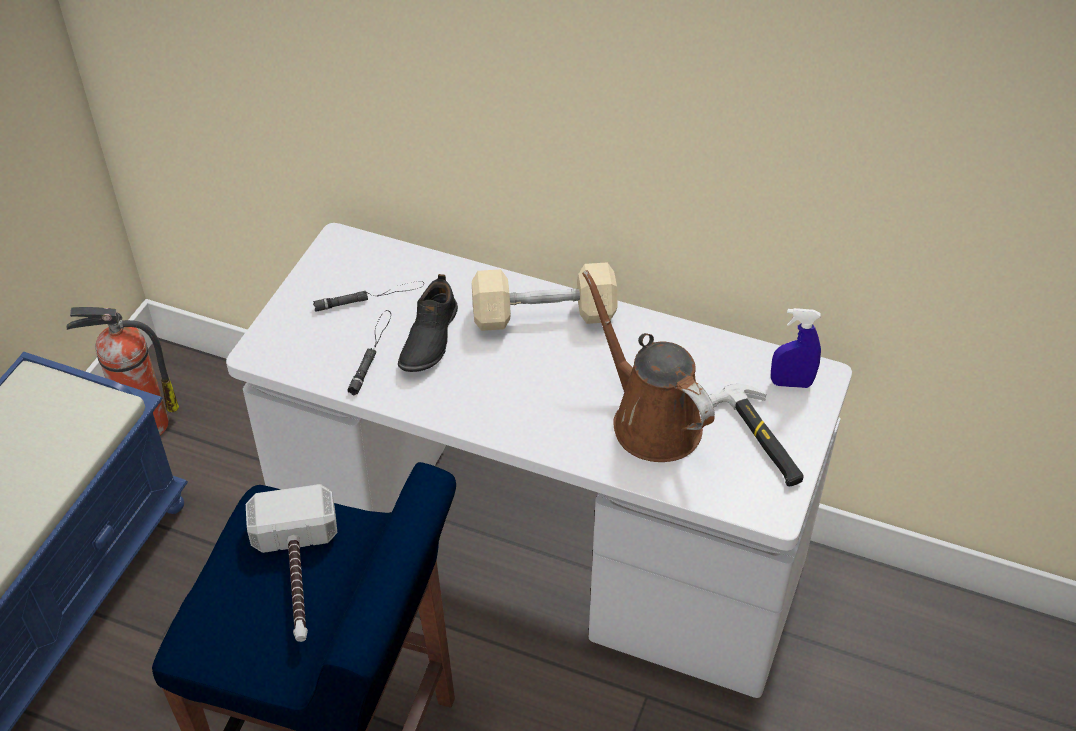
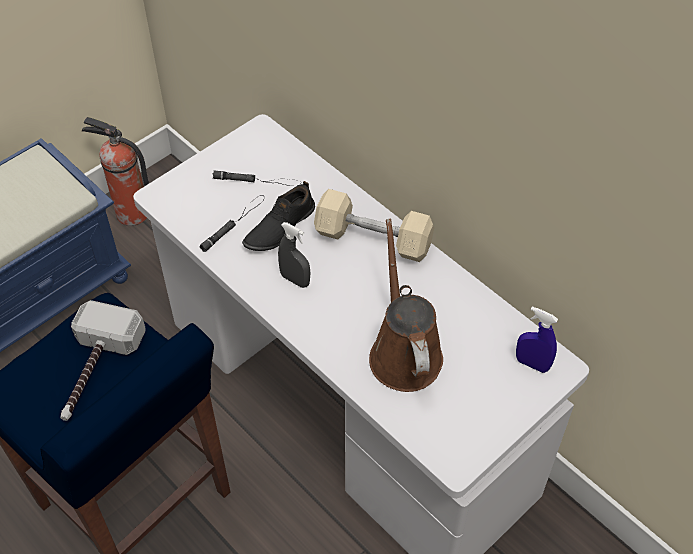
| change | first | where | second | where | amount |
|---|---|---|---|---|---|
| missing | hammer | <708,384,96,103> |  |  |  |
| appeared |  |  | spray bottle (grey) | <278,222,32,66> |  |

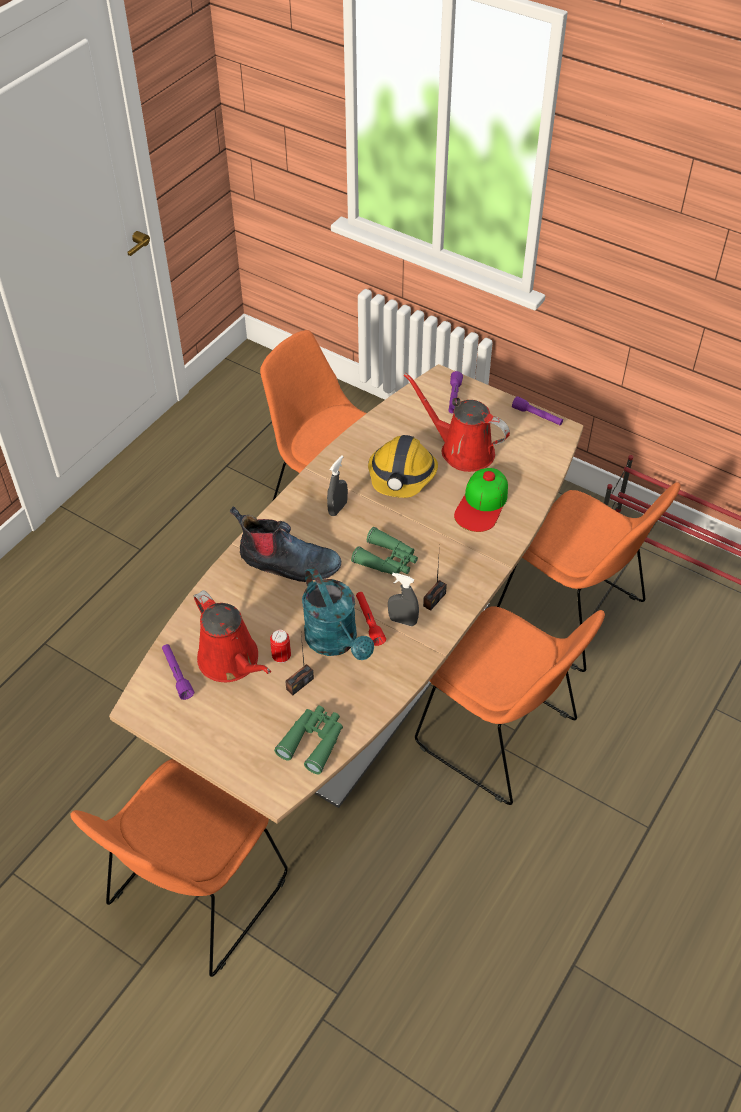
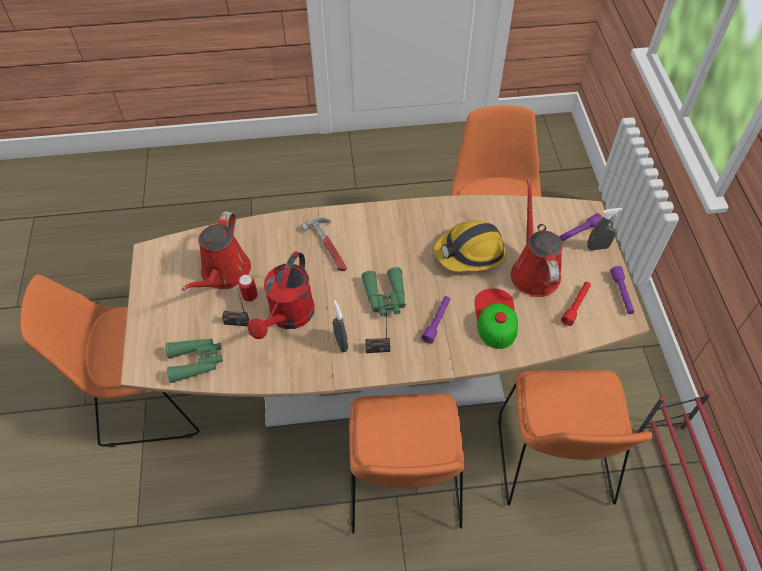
| change | first | where | second | where | amount |
|---|---|---|---|---|---|
| relocated | flashlight (purple) | <162,644,32,56> |  | <421,296,29,48> |  |
| relocated | spray bottle (grey) | <327,455,21,61> |  | <587,208,36,42> |  |
| relocated | flashlight (red) | <356,592,30,54> |  | <561,282,30,44> |  |
| exchanged | boot | <230,506,111,76> | hammer | <301,217,46,54> |  |
| colour | watering can (turquoise) | <302,567,72,93> | watering can (red) | <247,251,68,88> |  |
| spun | cap | <454,468,54,64> |  | <474,288,44,61> | 105 degrees clockwise |

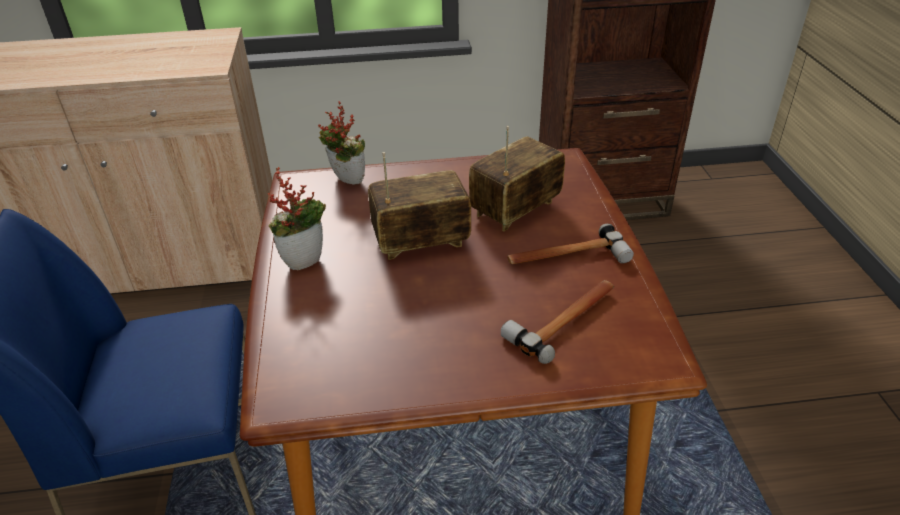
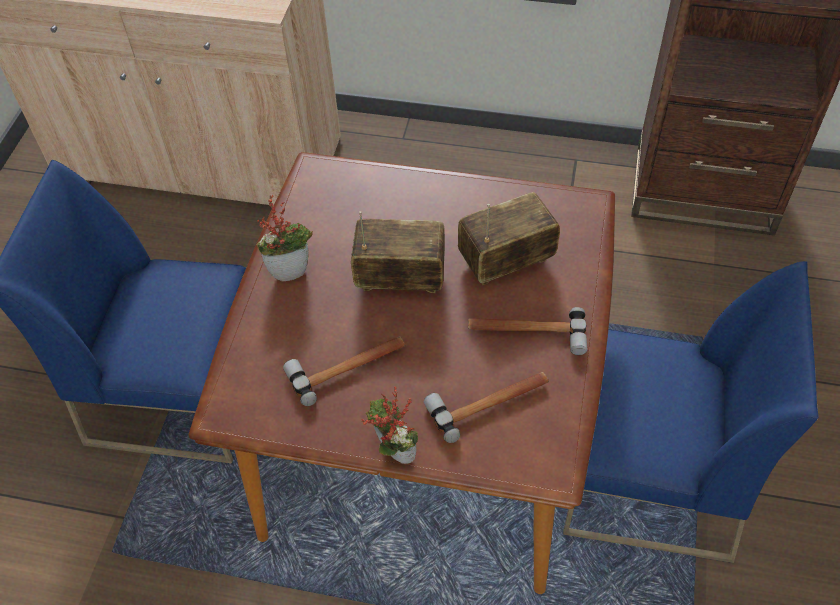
| change | first | where | second | where | amount |
|---|---|---|---|---|---|
| appeared |  |  | hammer | <283,336,122,70> |  |
| appeared |  |  | chair (blue) | <563,261,255,302> |  |
| relocated | potted plant | <318,101,47,84> |  | <361,386,57,78> |  |

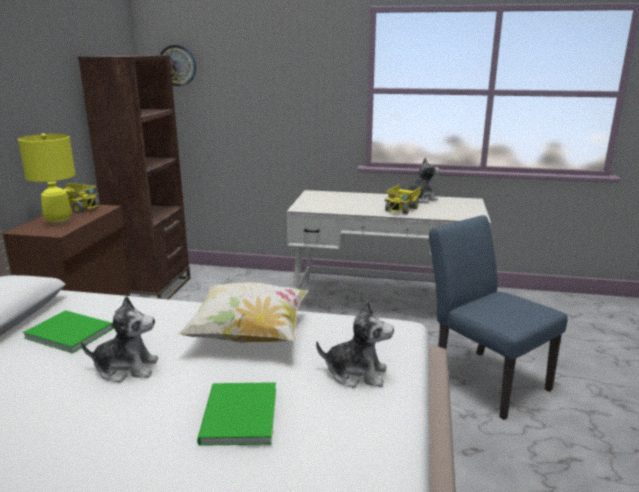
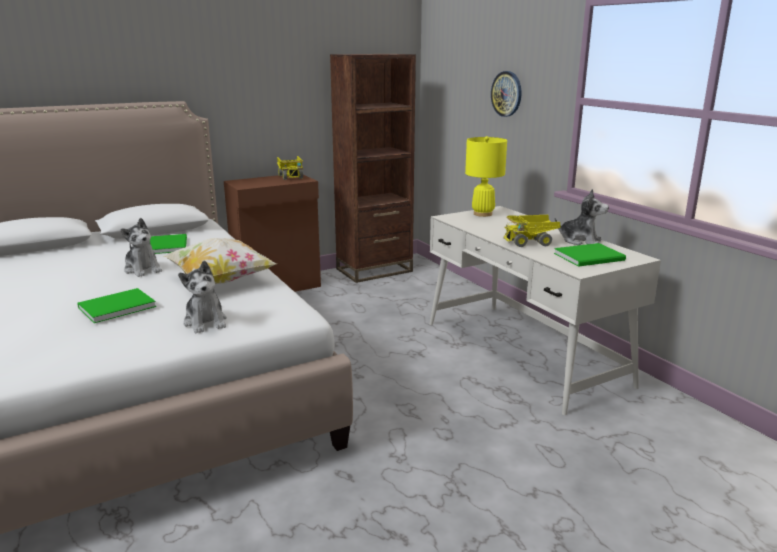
| change | first | where | second | where | amount |
|---|---|---|---|---|---|
| missing | chair (blue) | <429,215,139,205> |  |  |  |
| appeared |  |  | book (green) | <554,243,72,24> |  |
| relocated | table lamp (yellow) | <18,133,57,92> |  | <465,136,42,81> |  |
| relocated | wall clock | <160,45,36,41> |  | <491,71,30,46> |  |

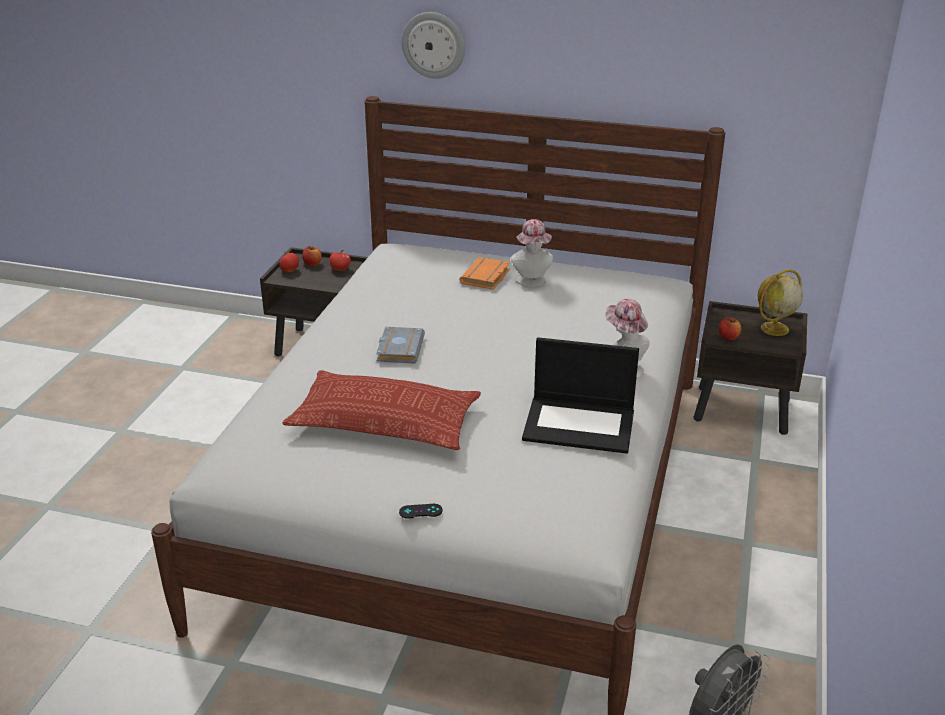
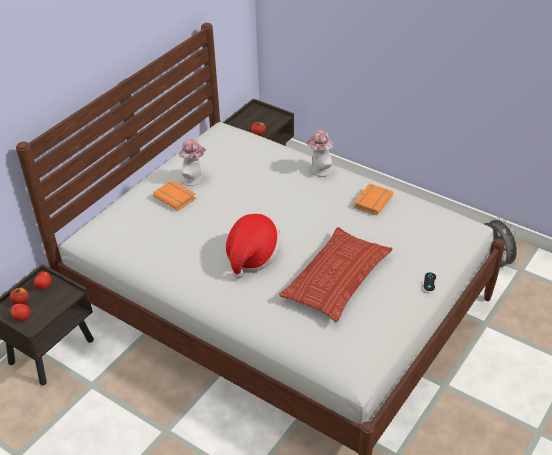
| change | first | where | second | where | amount |
|---|---|---|---|---|---|
| missing | wall clock | <402,12,63,67> |  |  |  |
| missing | globe | <757,269,46,67> |  |  |  |
| exchanged | book (grey) | <376,327,49,37> | hat | <226,214,55,64> |  |
| exchanged | laptop | <522,337,117,117> | book (orange) | <354,183,39,32> |  |

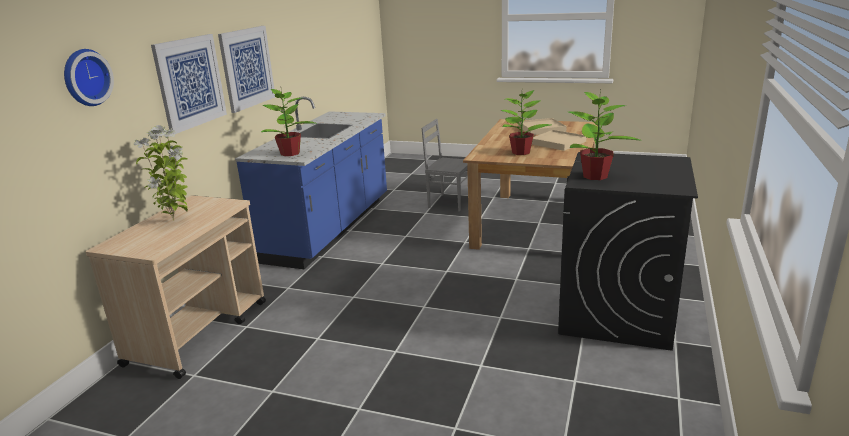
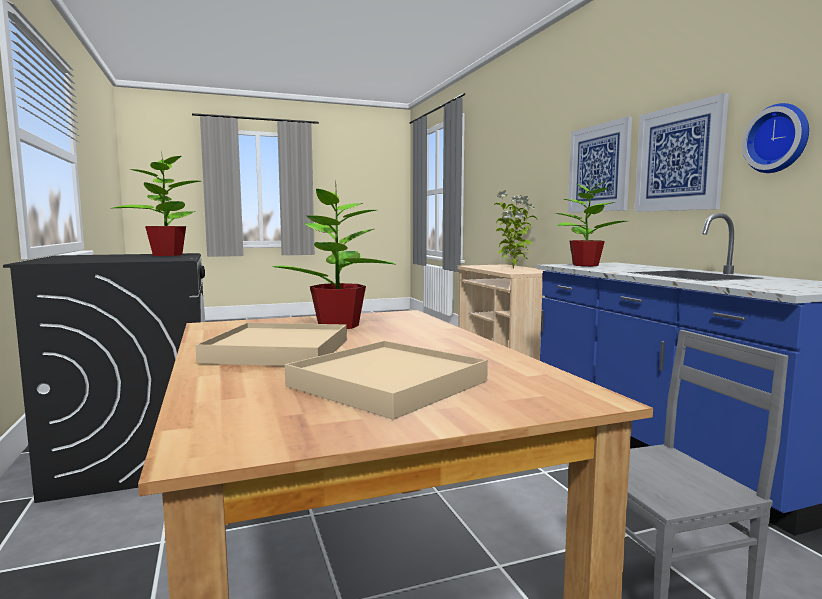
| change | first | where | second | where | amount |
|---|---|---|---|---|---|
| relocated | wall clock | <64,49,50,57> |  | <742,103,67,70> |  |

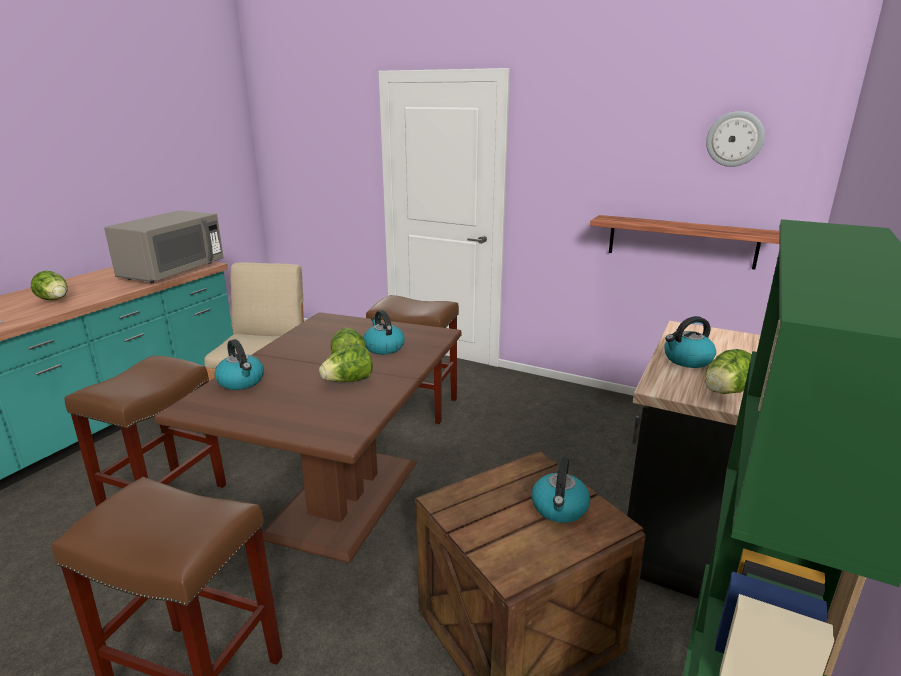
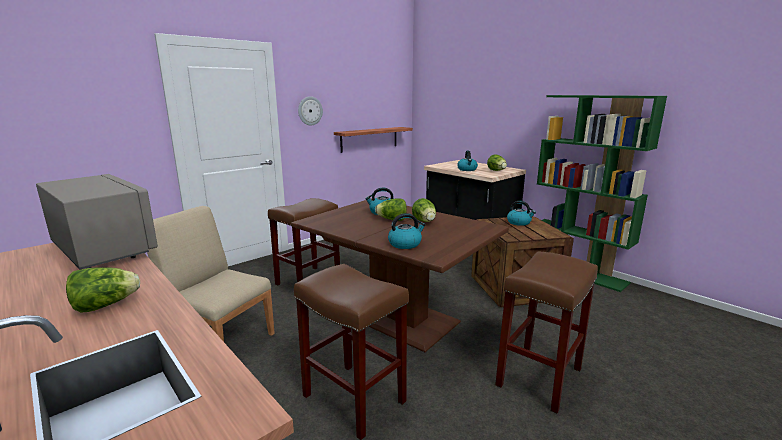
| change | first | where | second | where | amount |
|---|---|---|---|---|---|
| relocated | wall clock | <706,111,59,56> |  | <298,96,25,30> |  |

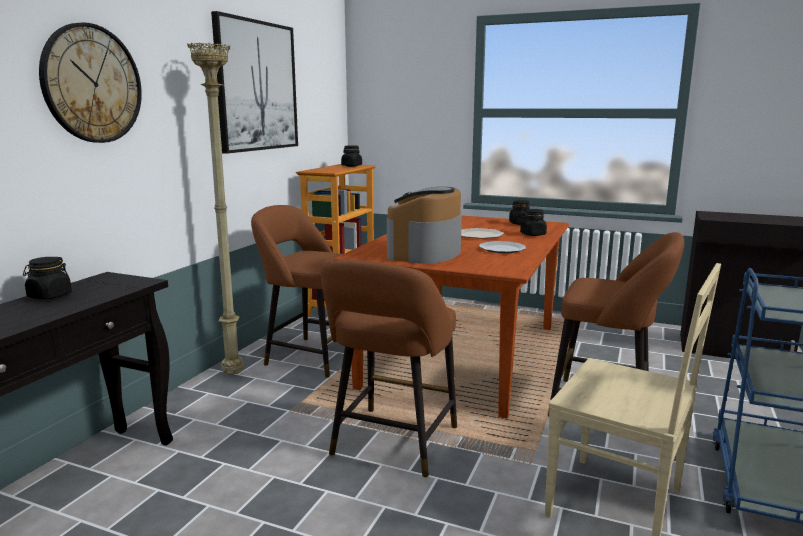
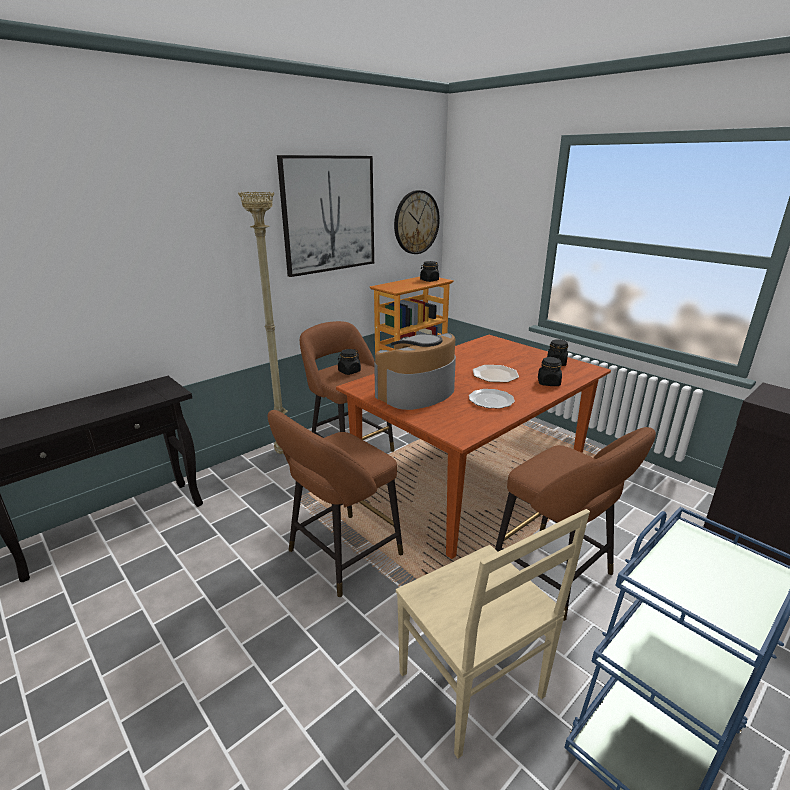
| change | first | where | second | where | amount |
|---|---|---|---|---|---|
| relocated | jar (black) | <23,257,49,43> |  | <338,349,23,26> |  |
| relocated | wall clock | <39,22,103,121> |  | <394,190,46,64> |  |

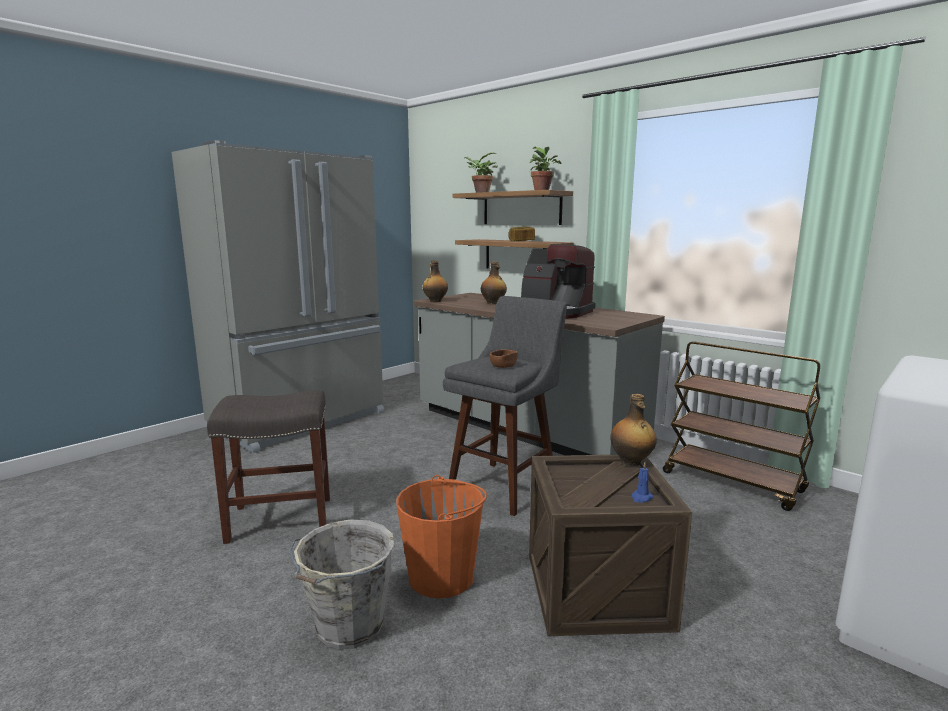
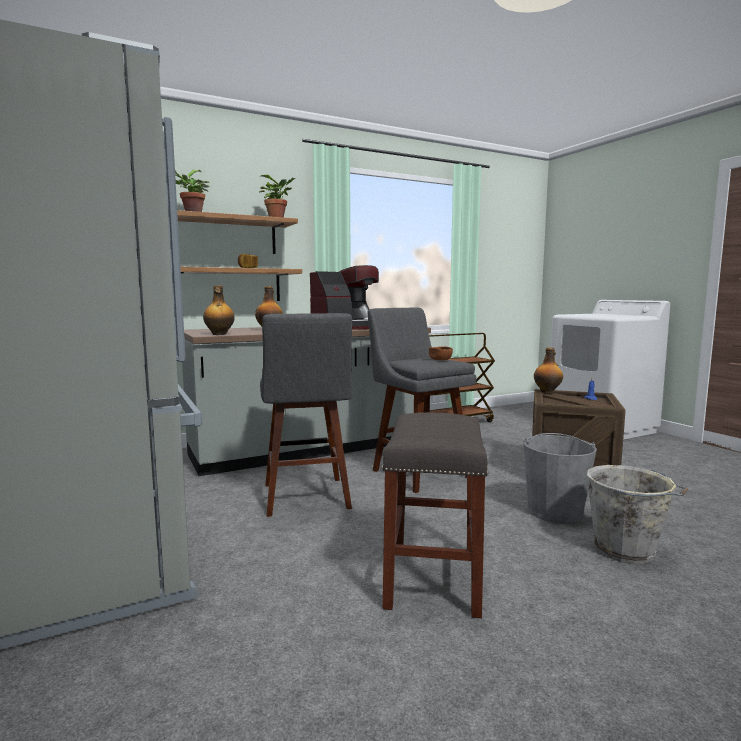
| change | first | where | second | where | amount |
|---|---|---|---|---|---|
| appeared |  |  | stool (grey) | <260,313,92,204> |  |
| colour | bucket (orange) | <396,475,91,123> | bucket (grey) | <523,433,74,91> |  |

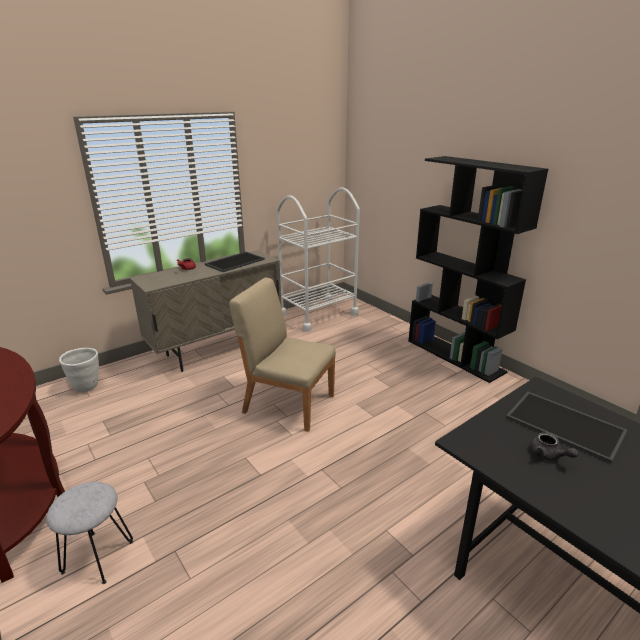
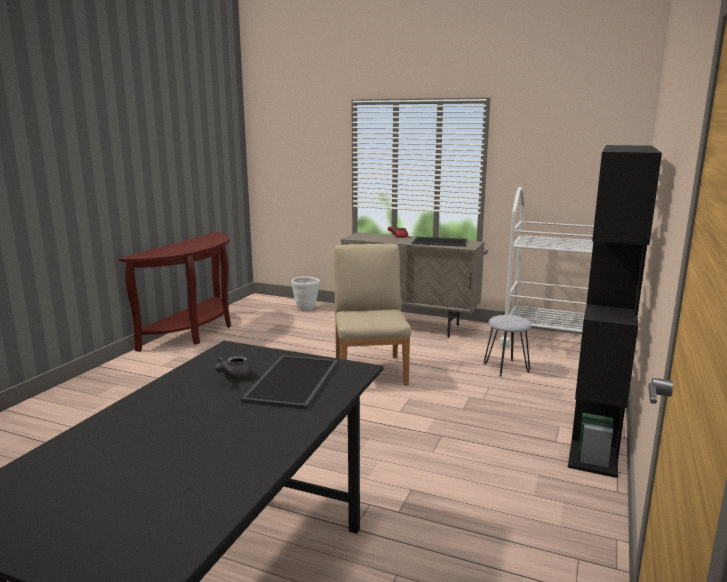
| change | first | where | second | where | amount |
|---|---|---|---|---|---|
| relocated | stool (grey) | <46,482,87,102> |  | <484,315,47,62> |  |

